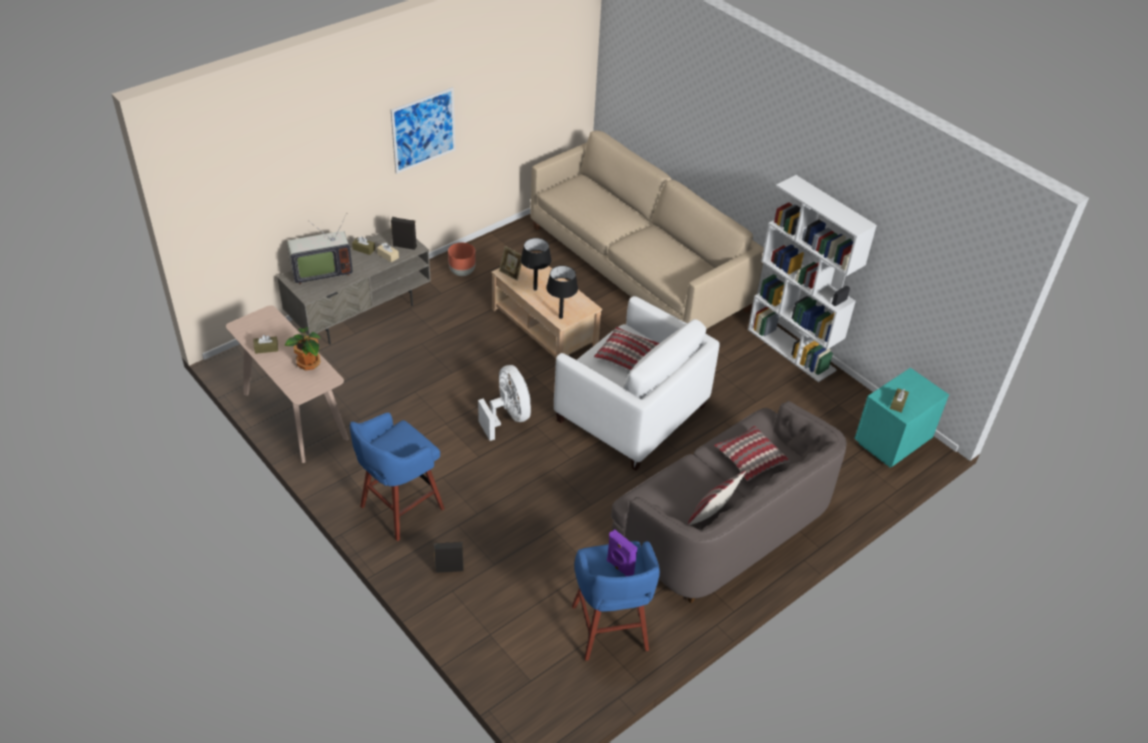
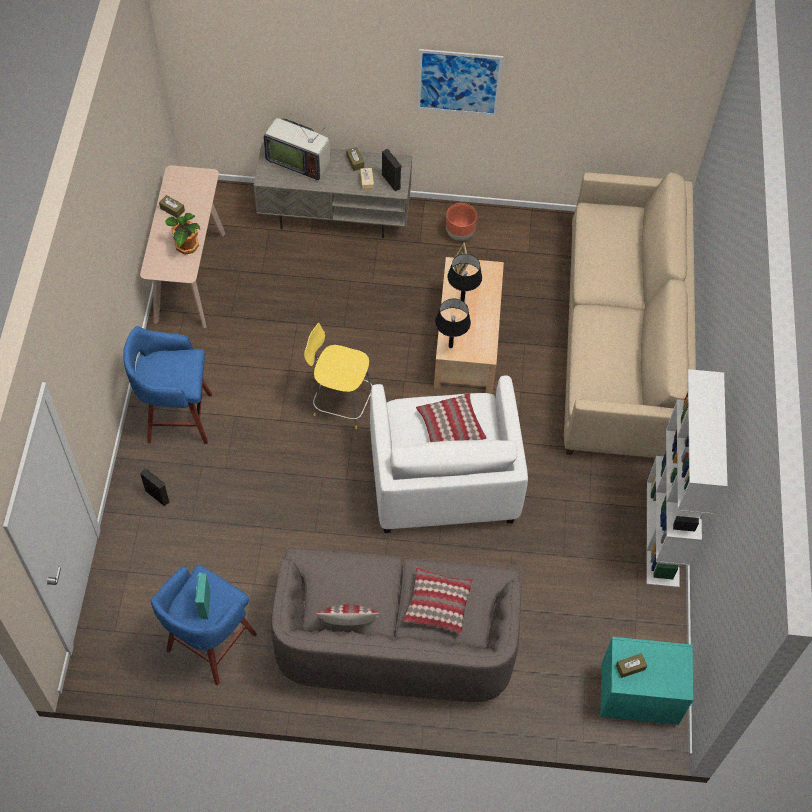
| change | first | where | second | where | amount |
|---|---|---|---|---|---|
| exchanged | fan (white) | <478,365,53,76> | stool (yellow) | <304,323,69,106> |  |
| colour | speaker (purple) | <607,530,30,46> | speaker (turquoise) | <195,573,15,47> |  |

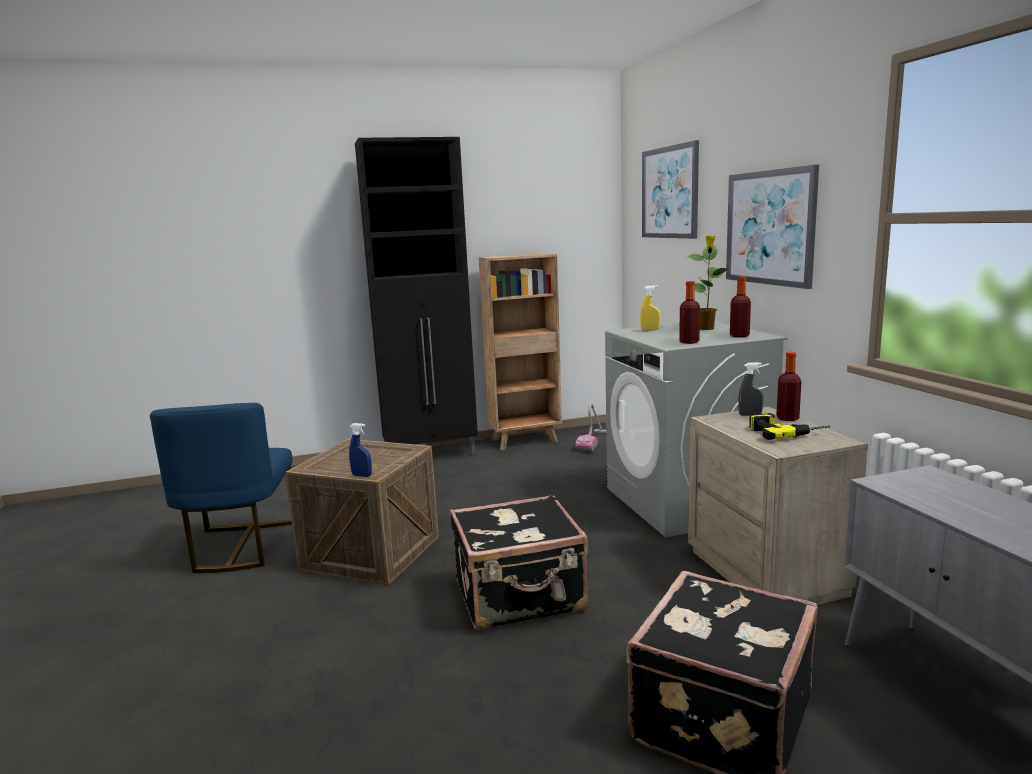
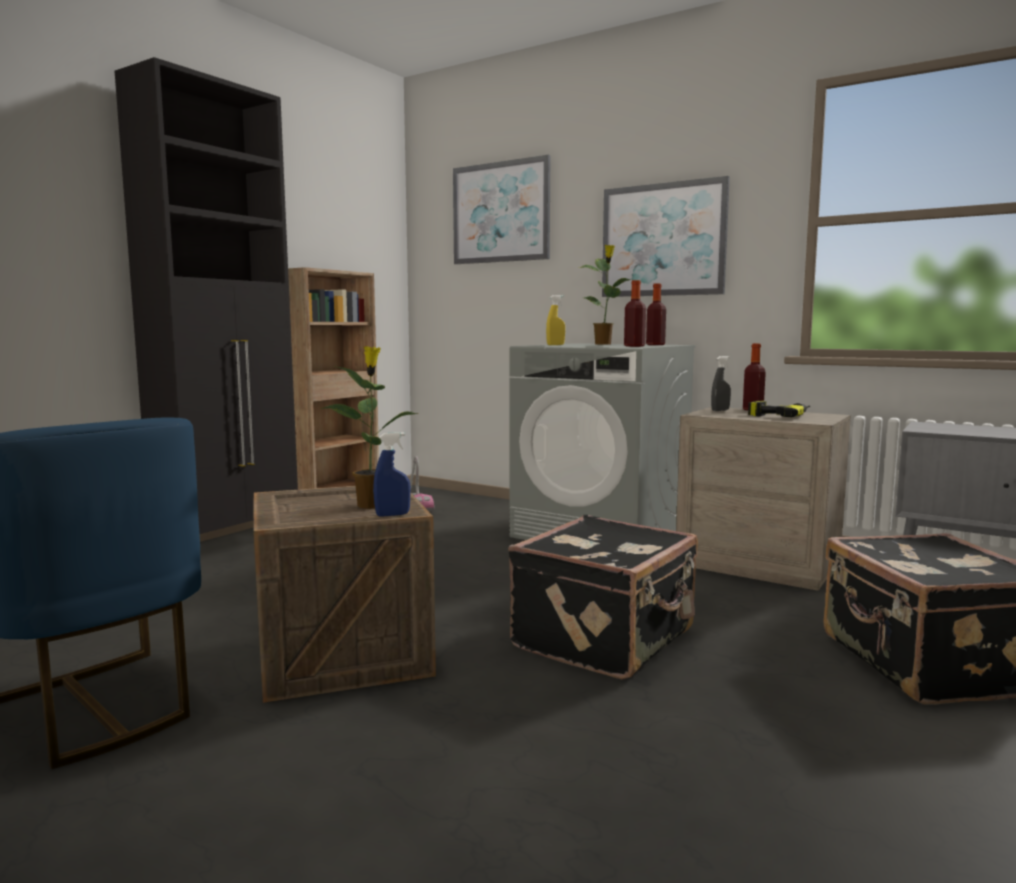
| change | first | where | second | where | amount |
|---|---|---|---|---|---|
| appeared |  |  | potted plant | <321,346,98,163> |  |

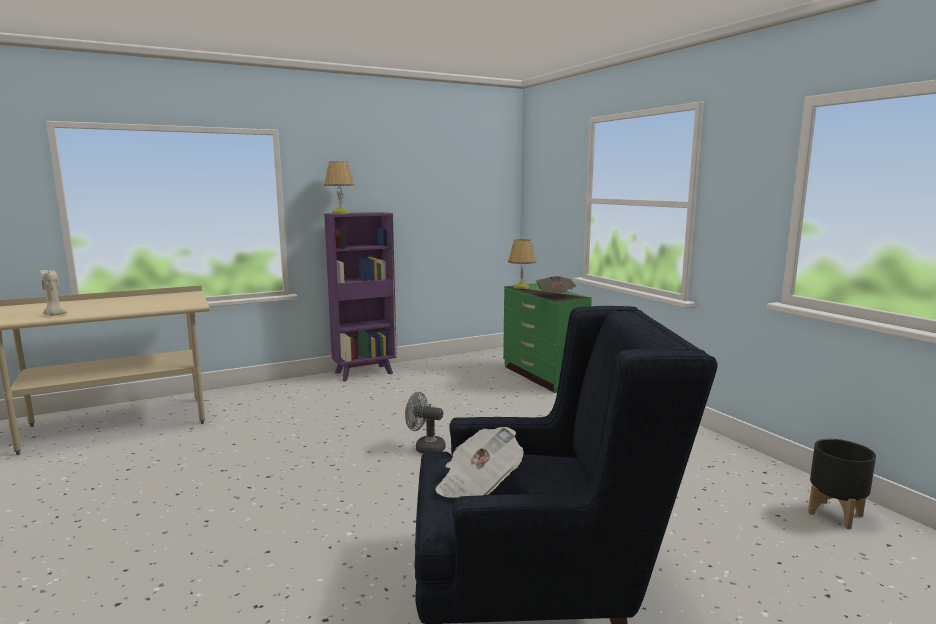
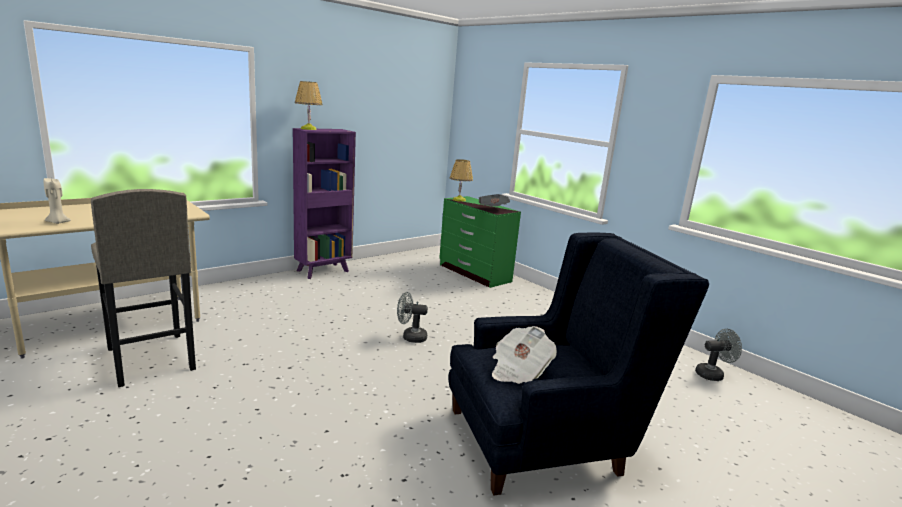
| change | first | where | second | where | amount |
|---|---|---|---|---|---|
| appeared |  |  | stool (grey) | <91,189,105,198> |  |
| exchanged | planter (black) | <808,439,68,90> | fan (grey) | <695,329,47,52> |  |

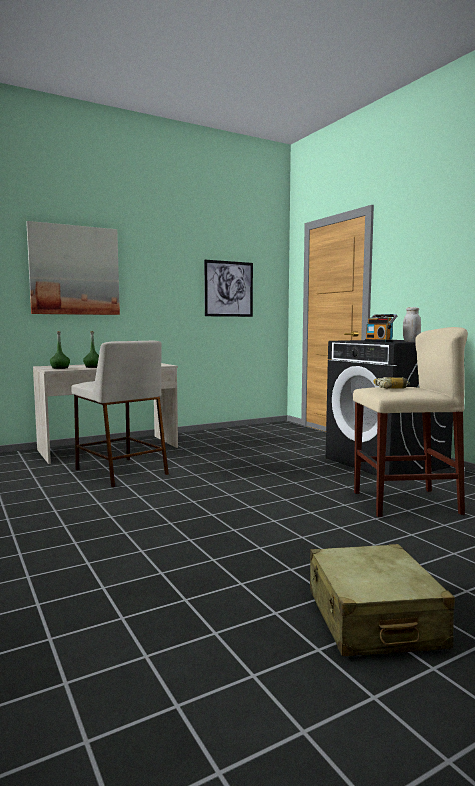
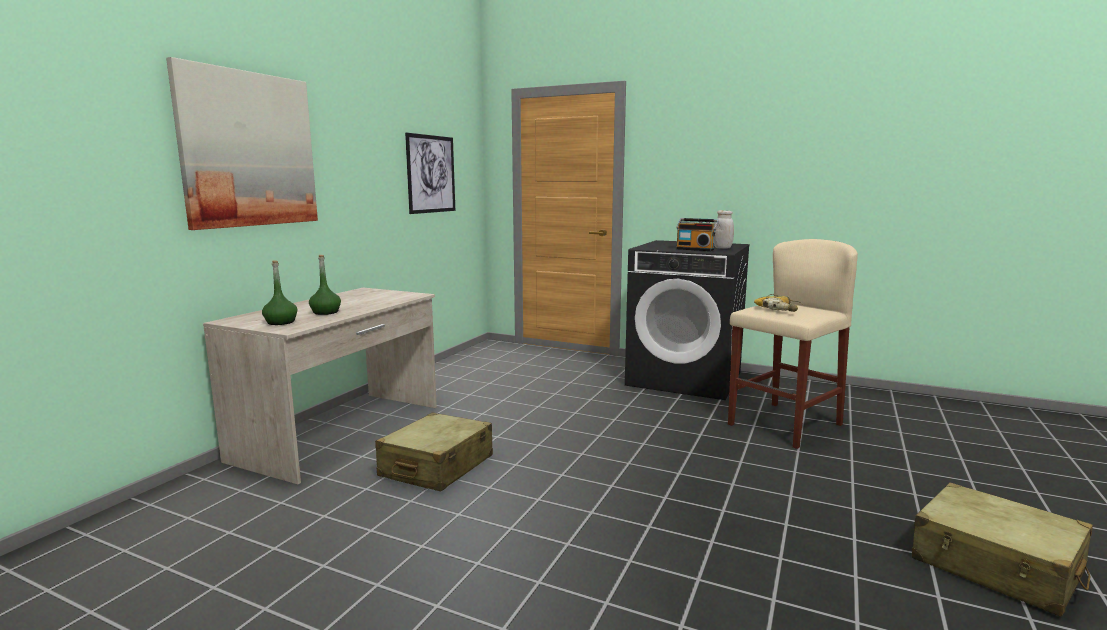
| change | first | where | second | where | amount |
|---|---|---|---|---|---|
| exchanged | stool (beige) | <72,340,97,147> | suitcase (beige) | <375,413,118,78> |  |

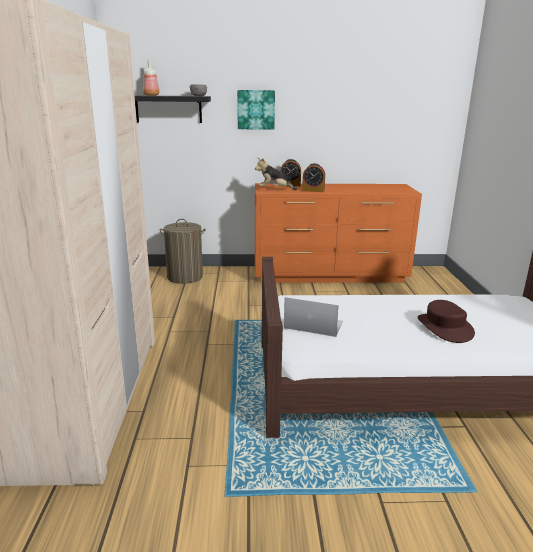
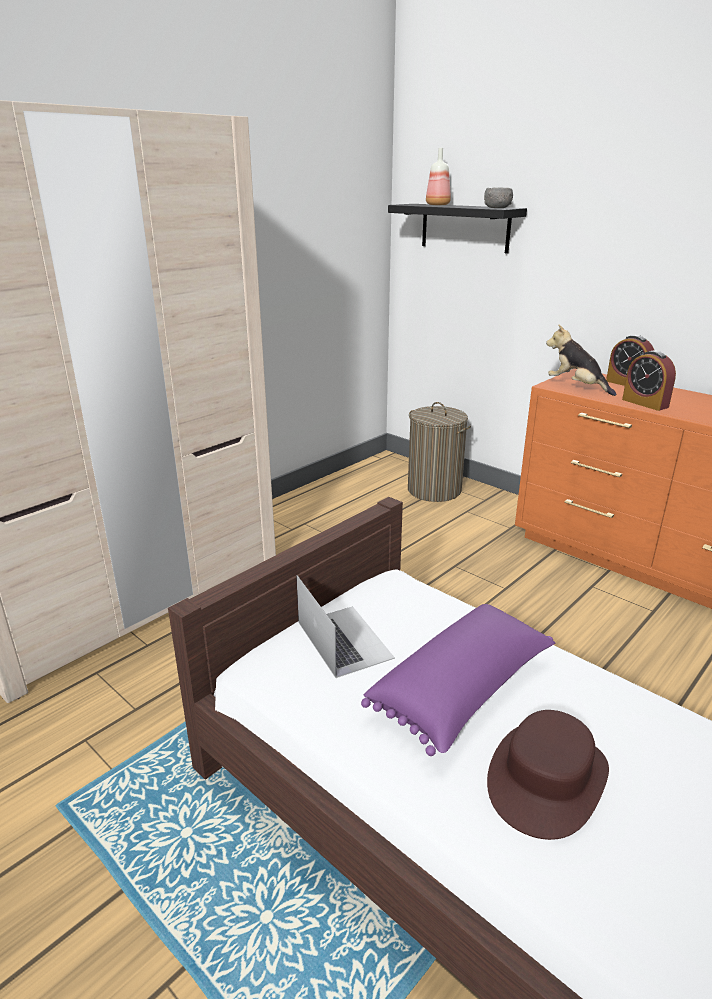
| change | first | where | second | where | amount |
|---|---|---|---|---|---|
| missing | picture | <237,90,38,40> |  |  |  |
| appeared |  |  | pillow (purple) | <361,604,194,152> |  |

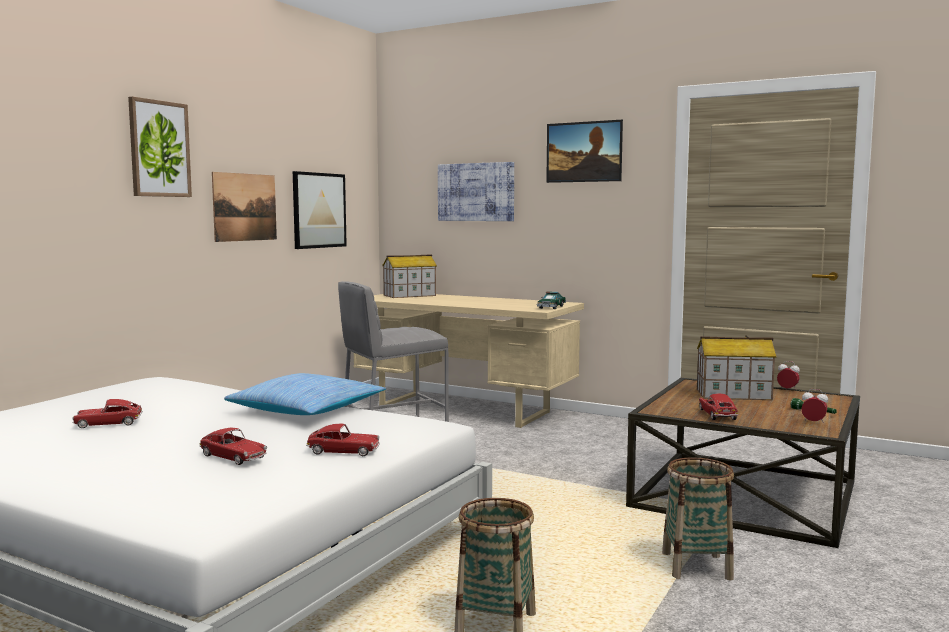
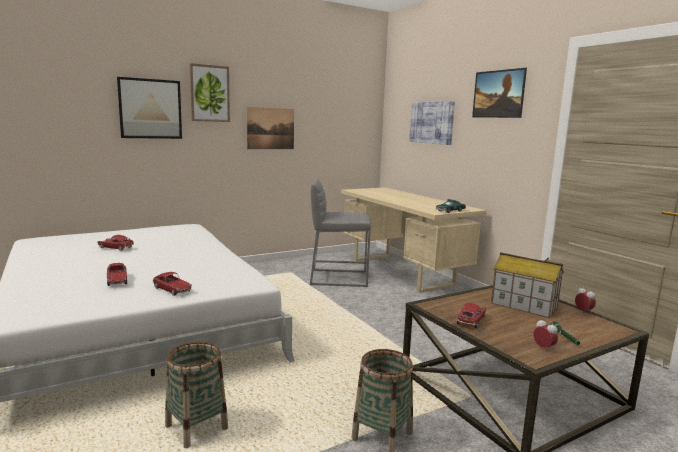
| change | first | where | second | where | amount |
|---|---|---|---|---|---|
| missing | pillow | <224,373,162,42> |  |  |  |
| missing | toy house | <382,254,55,44> |  |  |  |
| relocated | picture | <293,171,54,78> |  | <117,77,65,62> |  |

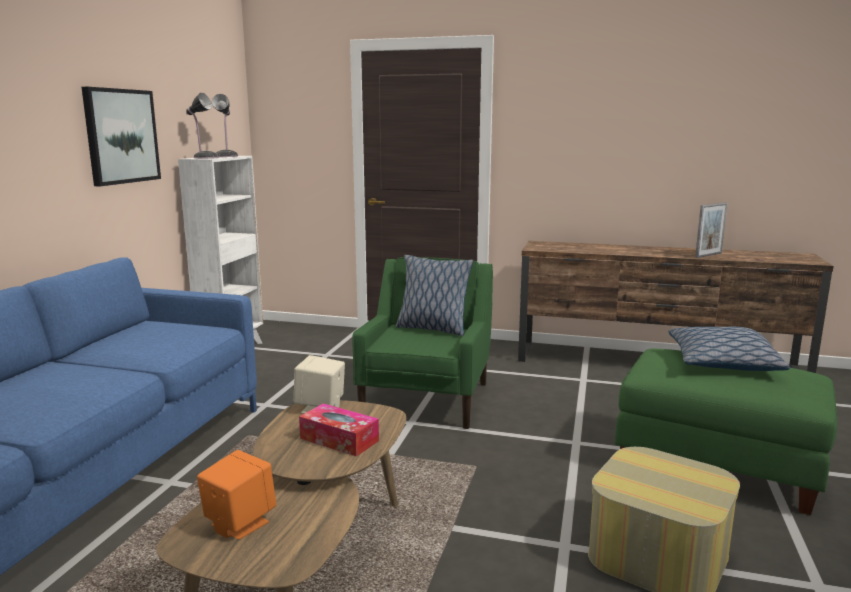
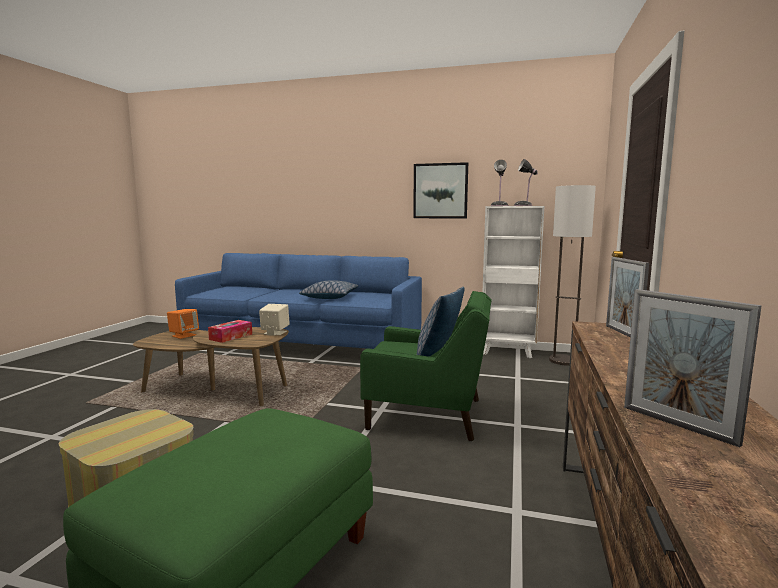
| change | first | where | second | where | amount |
|---|---|---|---|---|---|
| appeared |  |  | floor lamp | <549,185,47,181> |  |
| appeared |  |  | picture frame | <606,257,43,80> |  |
| relocated | pillow | <668,327,122,44> |  | <299,280,59,19> |  |

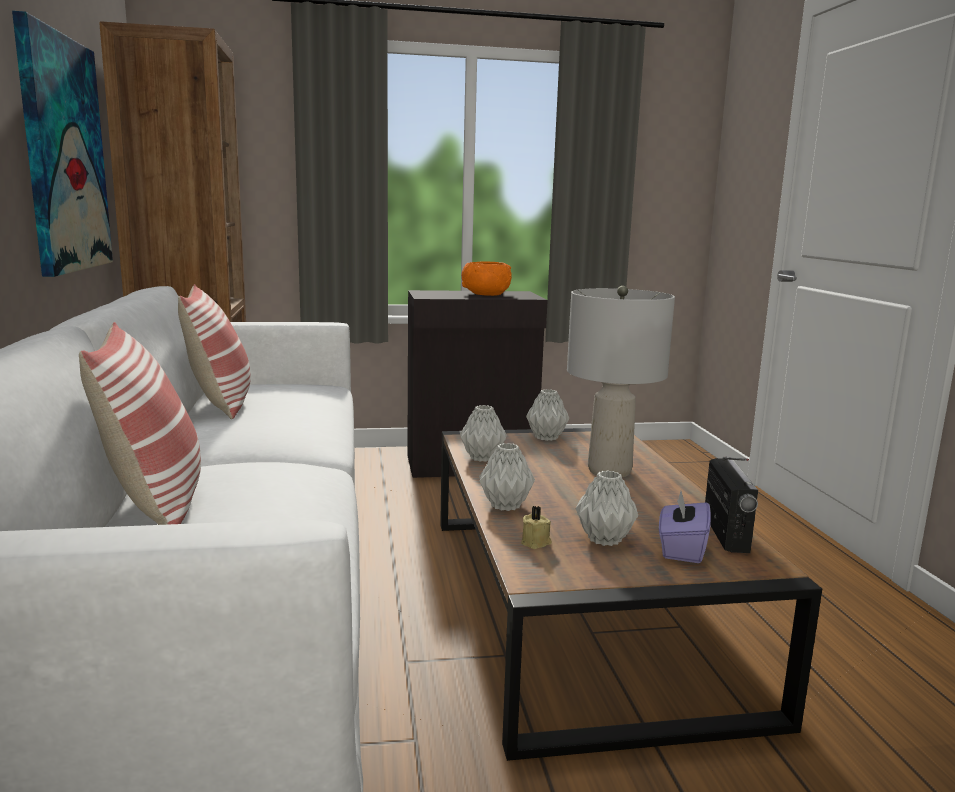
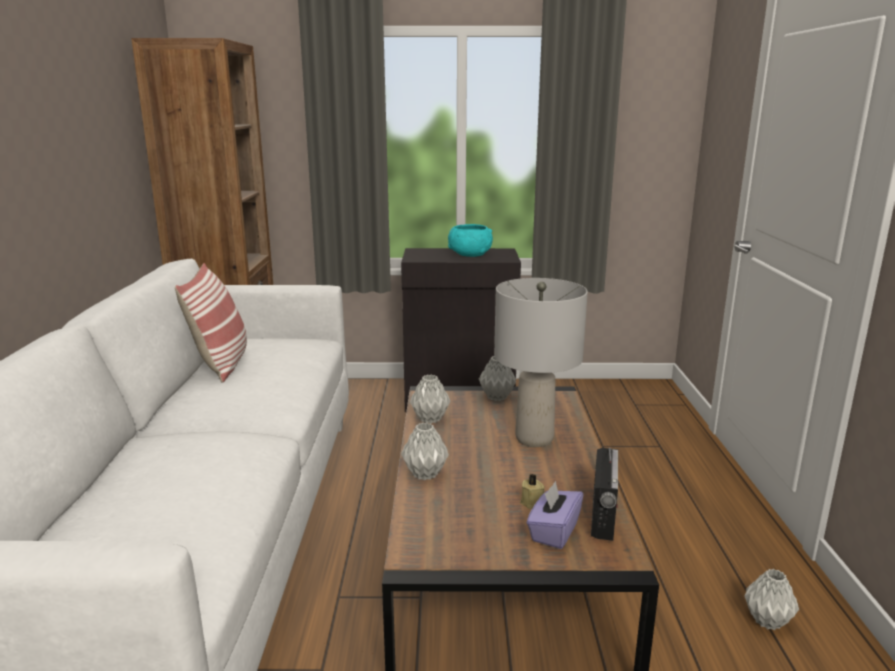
| change | first | where | second | where | amount |
|---|---|---|---|---|---|
| missing | picture | <12,11,101,266> |  |  |  |
| missing | pillow | <79,322,122,203> |  |  |  |
| relocated | candle (beige) | <521,506,31,43> |  | <520,474,25,35> |  |
| relocated | vase (grey) | <576,470,62,76> |  | <744,569,55,61> |  |
| colour | bowl (orange) | <462,262,50,34> | bowl (turquoise) | <448,224,45,33> |  |

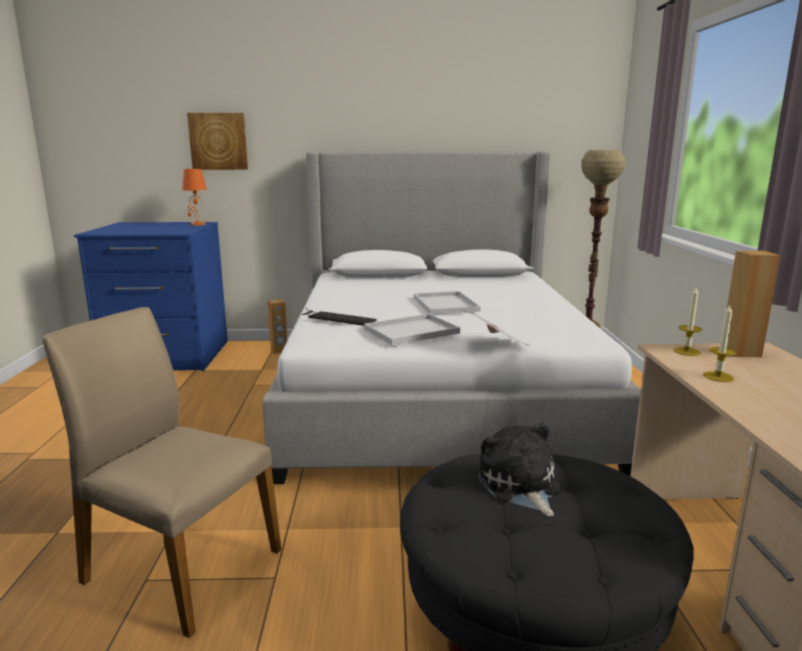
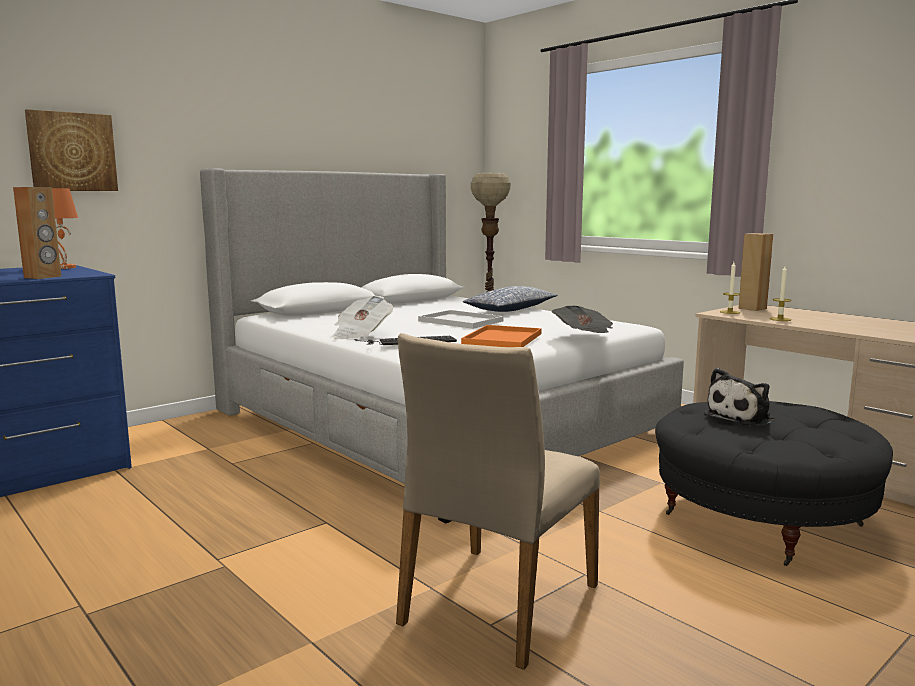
| change | first | where | second | where | amount |
|---|---|---|---|---|---|
| appeared |  |  | newspaper | <332,296,61,43> |  |
| appeared |  |  | pillow | <463,286,95,26> |  |
| relocated | speaker (brown) | <268,299,19,55> |  | <13,187,49,92> |  |
| colour | tray (white) | <364,314,97,31> | tray (orange) | <461,325,81,22> |  |
| spun | chair (beige) | <42,307,239,331> |  | <396,333,204,337> | 45 degrees counterclockwise |
| spun | plush toy | <478,423,83,93> |  | <704,368,70,58> | 75 degrees counterclockwise |

